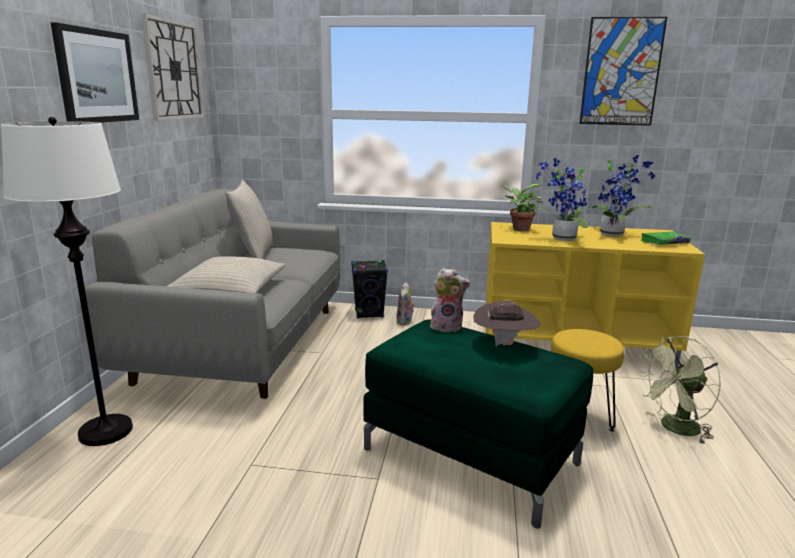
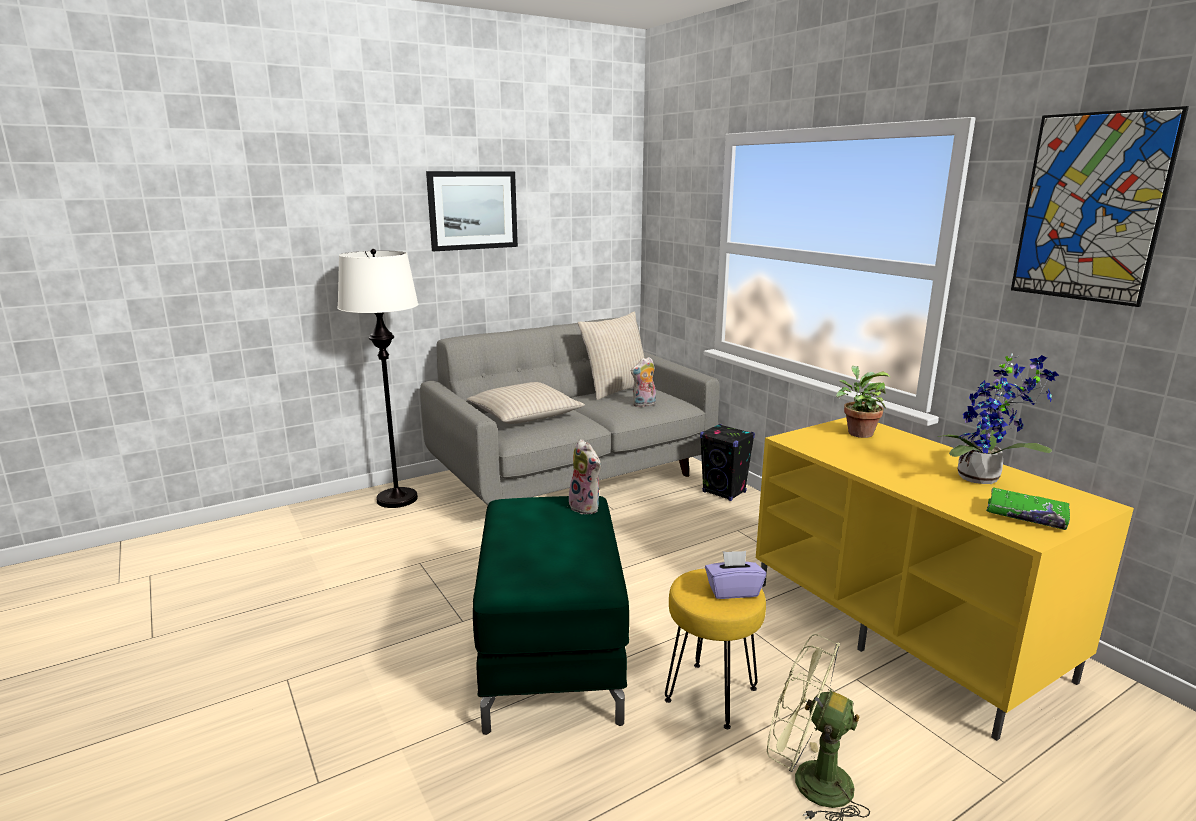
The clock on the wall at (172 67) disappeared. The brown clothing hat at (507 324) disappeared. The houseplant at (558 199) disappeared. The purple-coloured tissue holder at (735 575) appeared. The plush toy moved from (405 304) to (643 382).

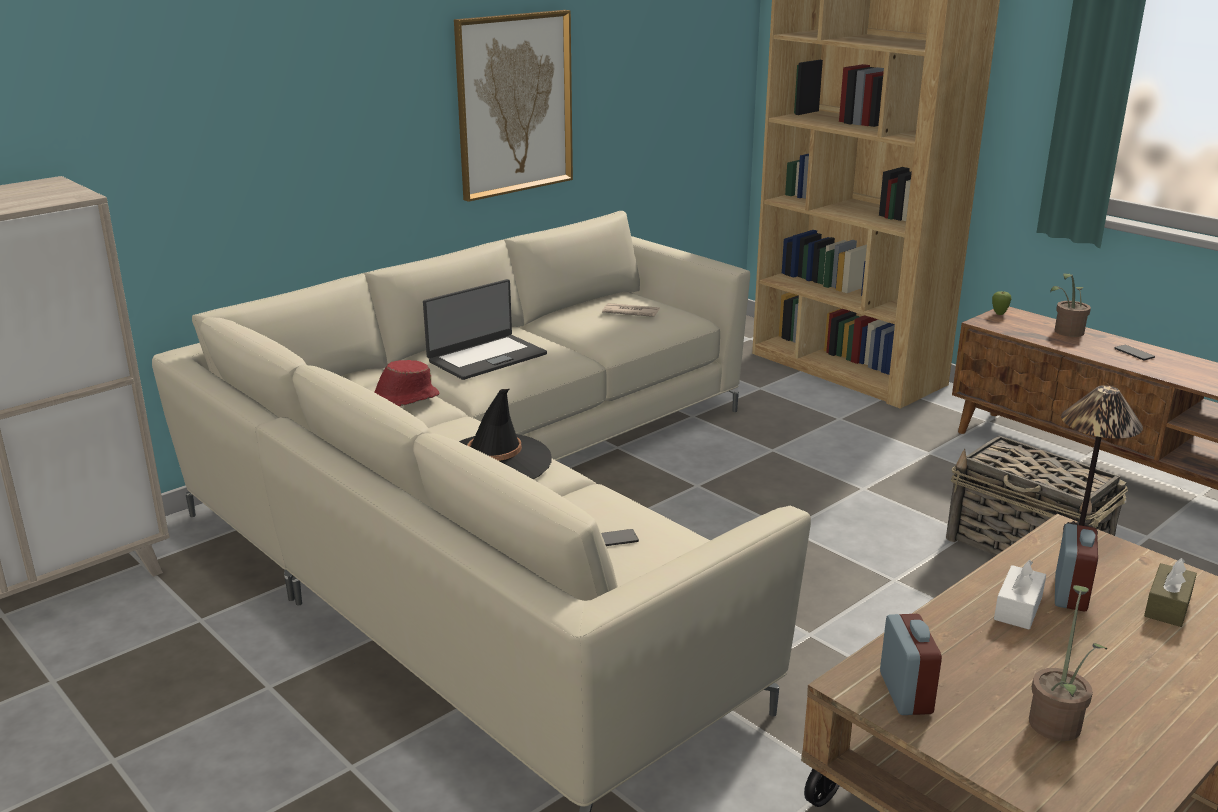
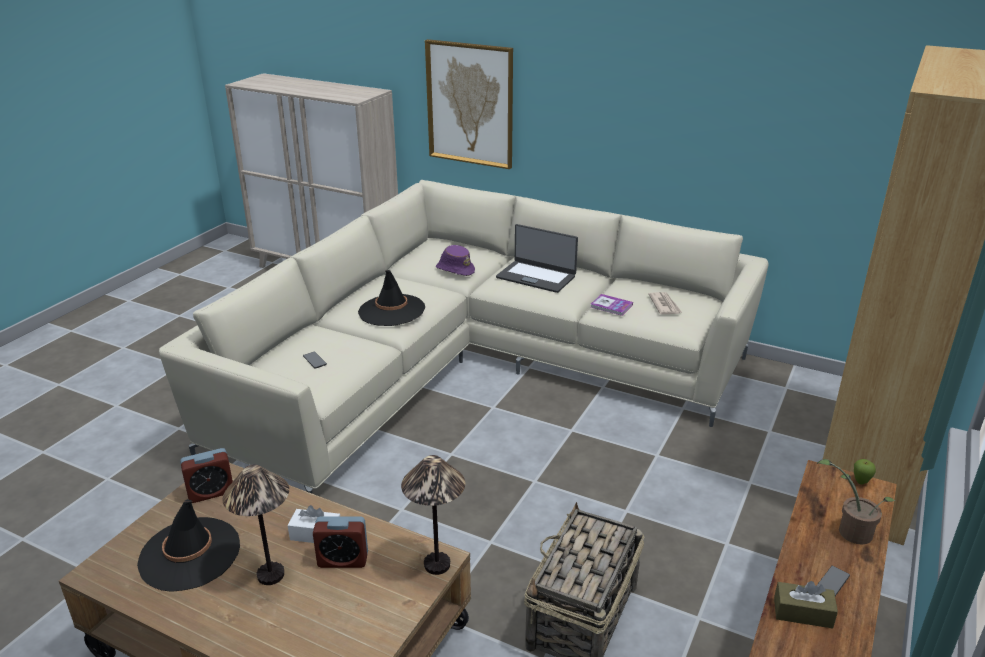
The tabletop lamp at (255 525) appeared. The volume at (612 305) appeared. The wall art moved from (513 106) to (469 104). The brown tissue holder moved from (1170 592) to (806 604). The houseplant at (1068 663) was replaced by the black clothing hat at (188 545). The reddish clothing hat at (406 383) became the purple-coloured clothing hat at (455 260).

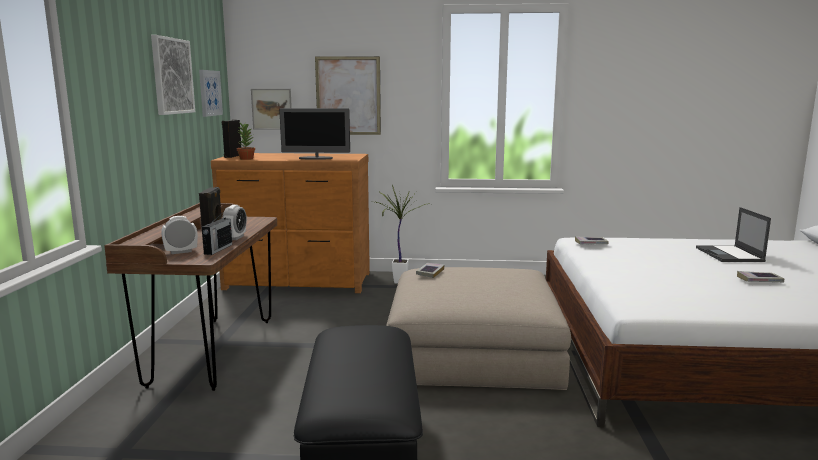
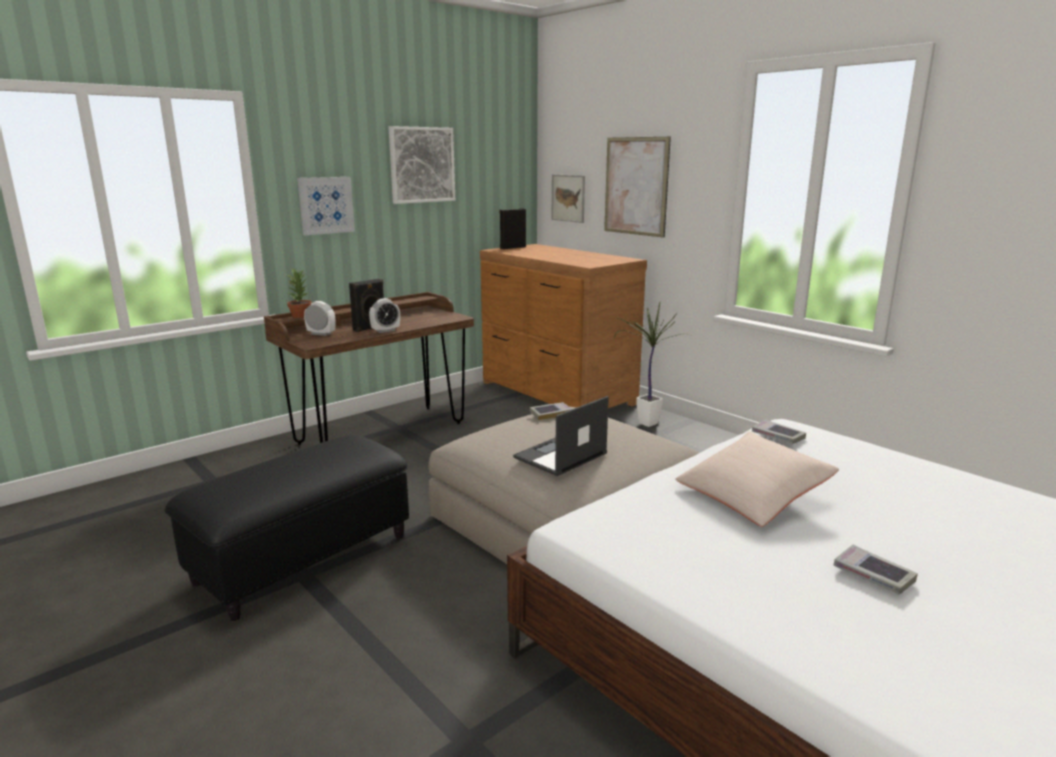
The radio at (217 234) disappeared. The computer display at (314 134) disappeared. The beige-coloured throw pillow at (757 479) appeared. The wall art moved from (211 93) to (326 206). The houseplant moved from (246 140) to (299 293). The laptop moved from (733 234) to (561 436).

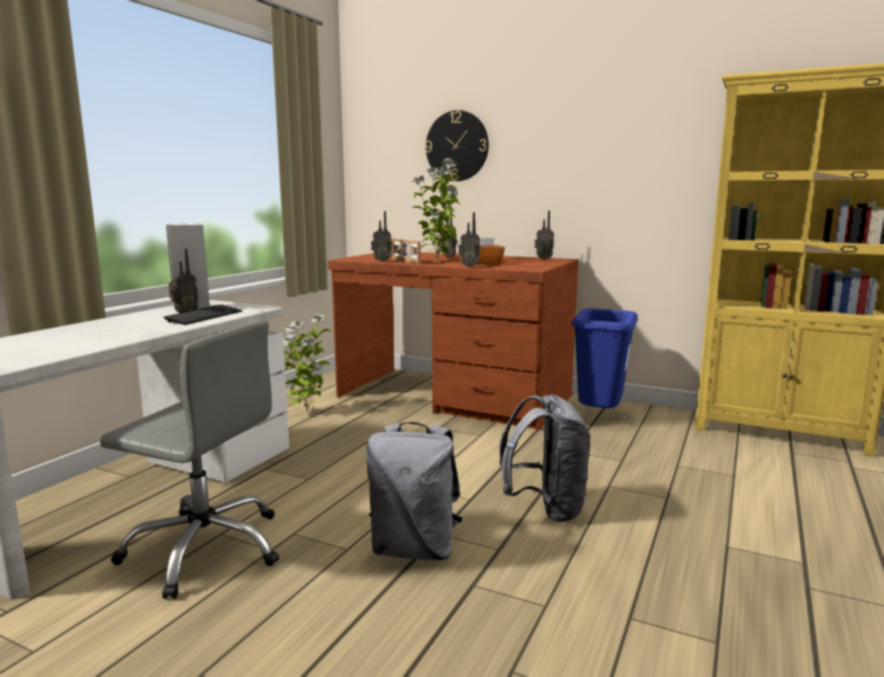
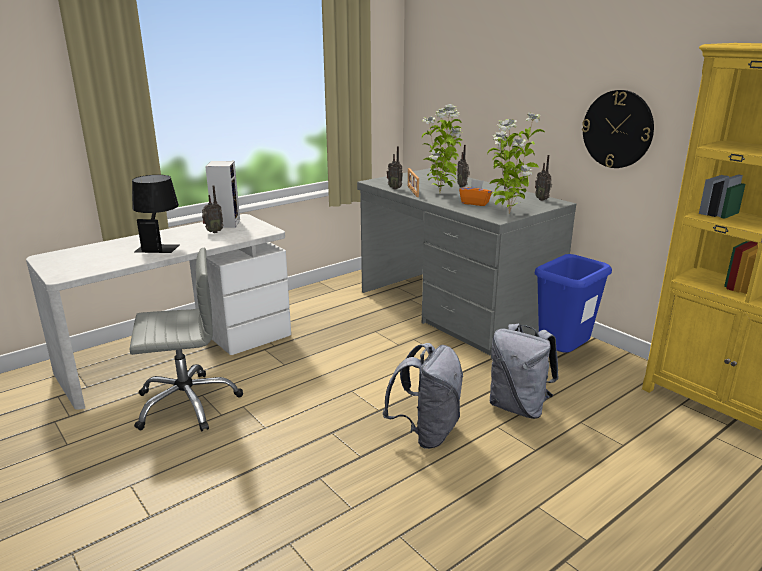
The PC keyboard at (202 314) disappeared. The radio at (469 239) disappeared. The black tabletop lamp at (155 214) appeared. The houseplant moved from (307 363) to (516 163). The gray rucksack moved from (414 491) to (524 371). The clock on the wall moved from (457 145) to (618 129). The brown desk unit at (453 341) became the gray desk unit at (466 263). The gray computer chair at (189 460) turned 60 degrees counterclockwise.

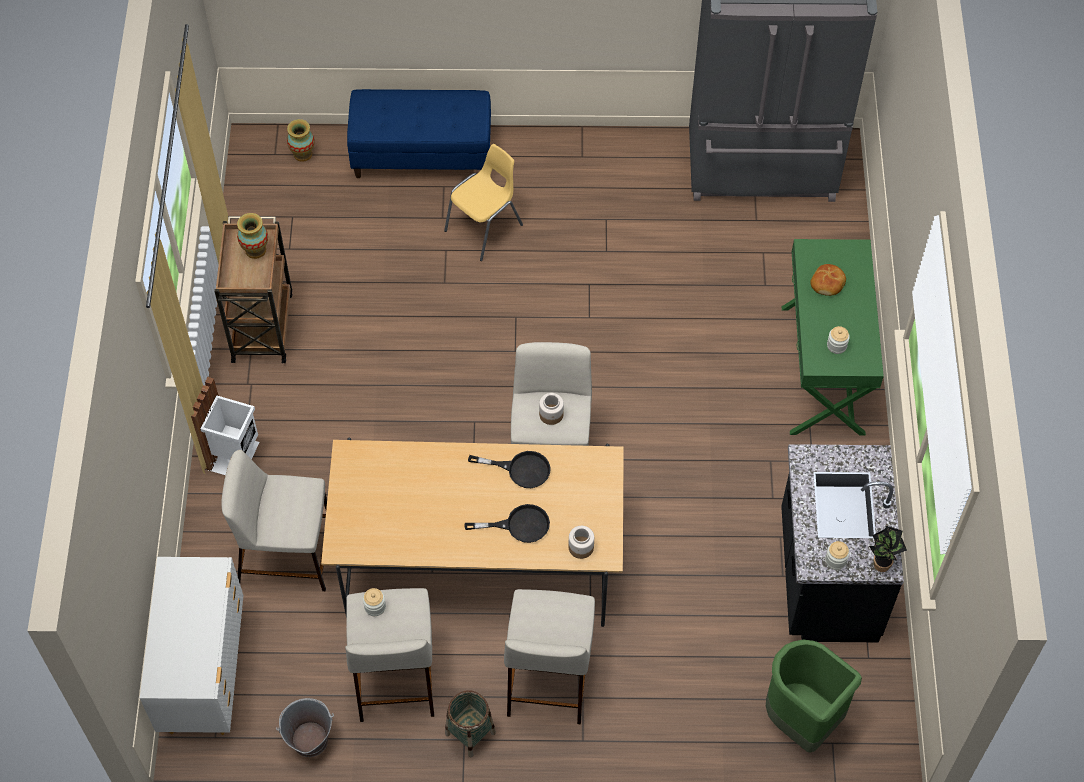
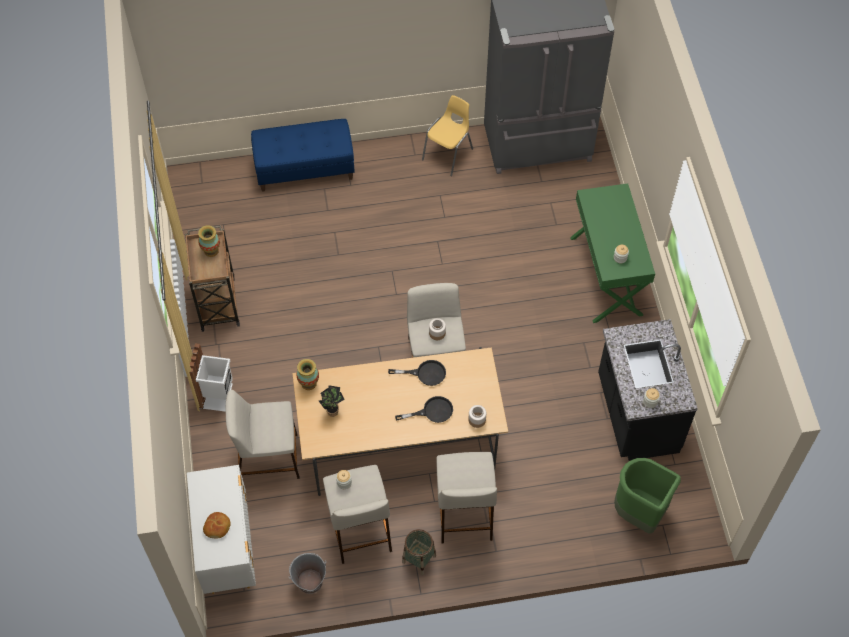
The vase moved from (301 140) to (307 374). The yellow-coloured chair moved from (483 202) to (447 135). The baked bread moved from (828 280) to (217 525). The houseplant moved from (888 549) to (332 401).

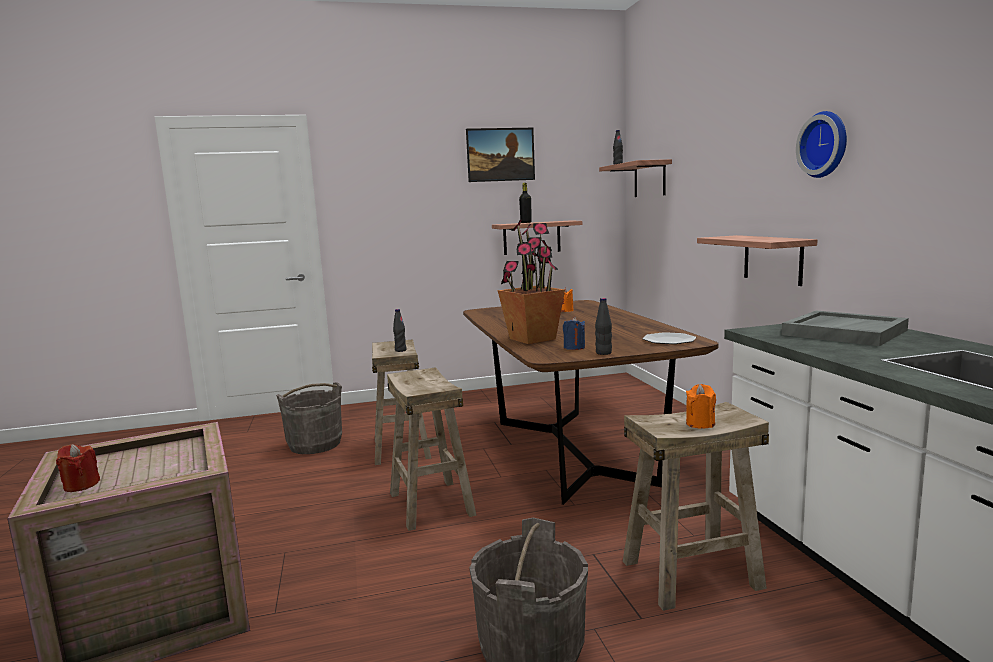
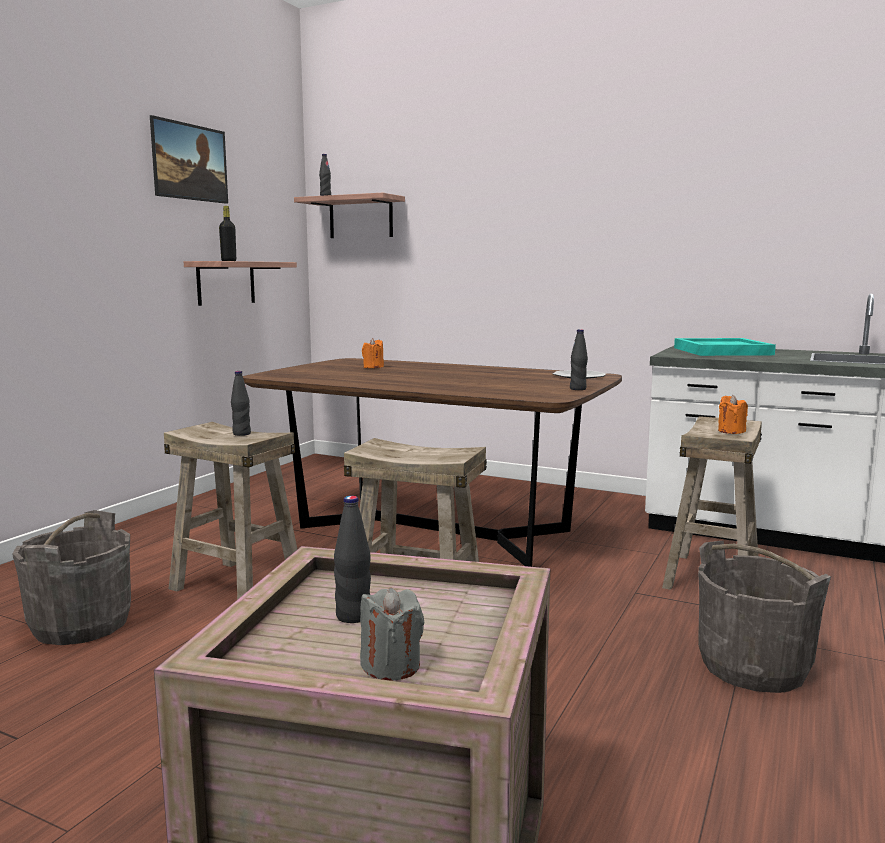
The houseplant at (531 282) disappeared. The blue wax light at (574 333) disappeared. The wall shelf at (757 260) disappeared. The clock on the wall at (821 144) disappeared. The black drink bottle at (352 559) appeared. The reddish wax light at (78 468) became the gray wax light at (392 634). The gray tray at (845 328) became the turquoise-coloured tray at (725 347).

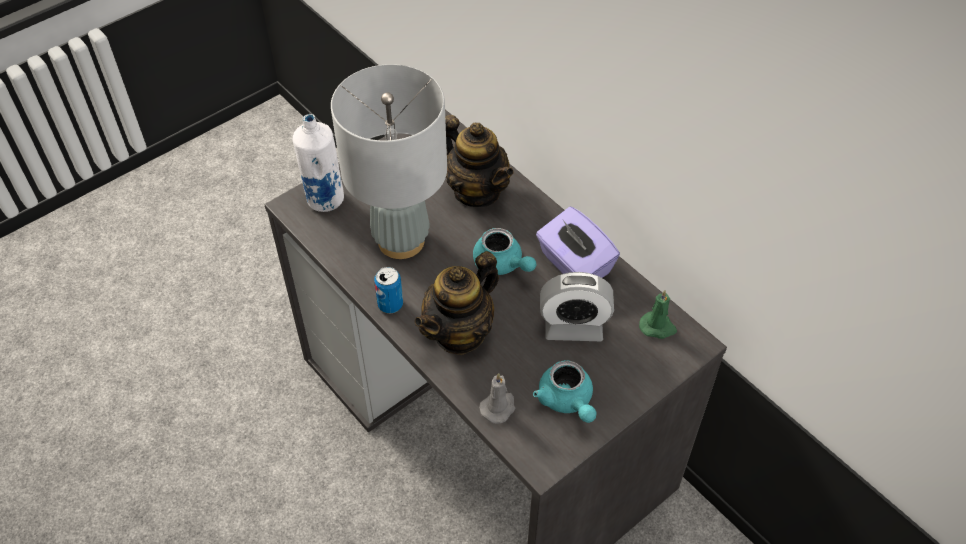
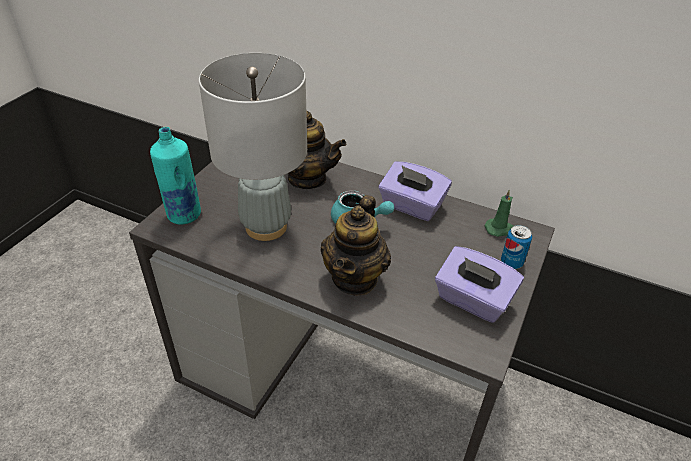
The gray wax light at (497 398) disappeared. The alarm clock at (577 306) disappeared. The metal can moved from (388 290) to (516 247). The turquoise-coloured teapot at (565 391) was replaced by the purple-coloured tissue holder at (479 284). The white-coloured drink bottle at (318 163) became the turquoise-coloured drink bottle at (175 176).

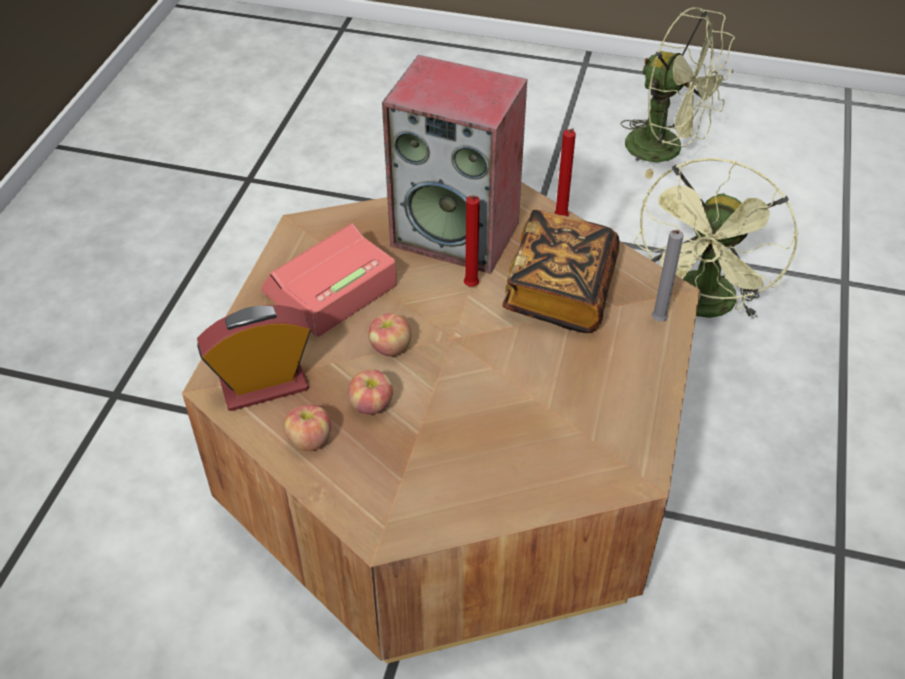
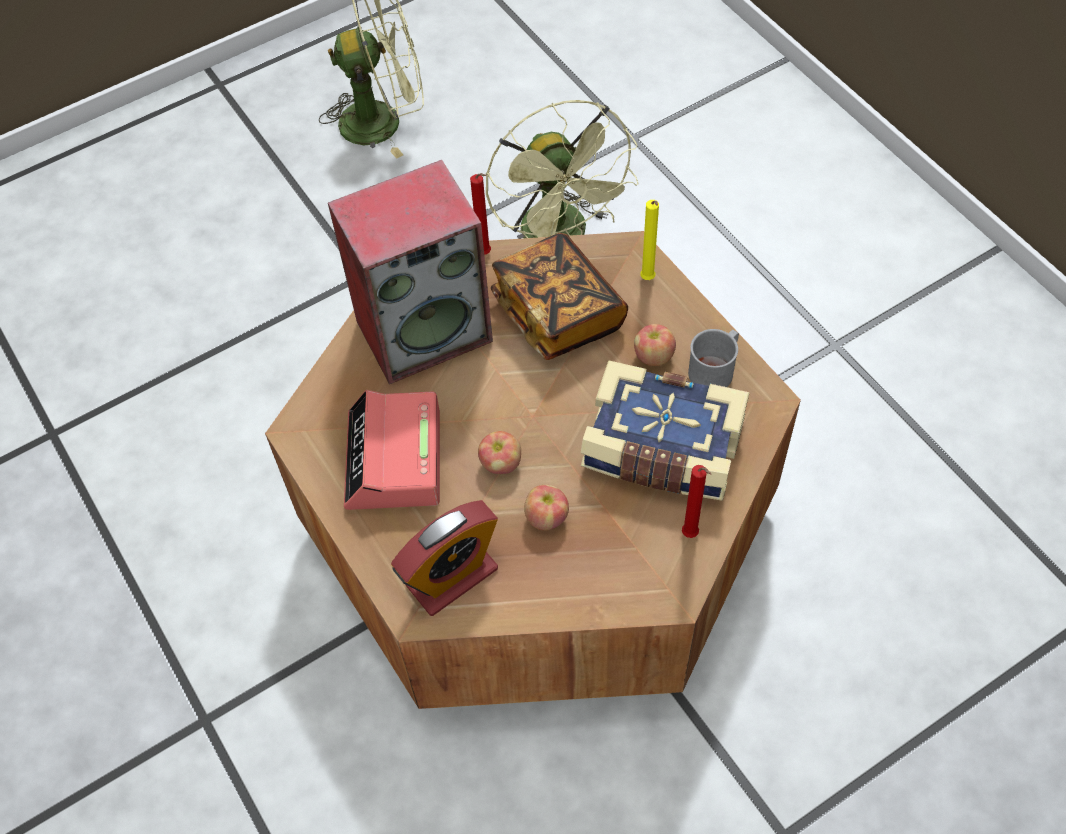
The volume at (665 430) appeared. The gray mug at (713 358) appeared. The whole apple moved from (307 428) to (655 345). The reddish wax light moved from (472 241) to (696 501). The gray wax light at (668 275) became the yellow-coloured wax light at (649 240). The alarm clock at (254 358) turned 150 degrees counterclockwise.

